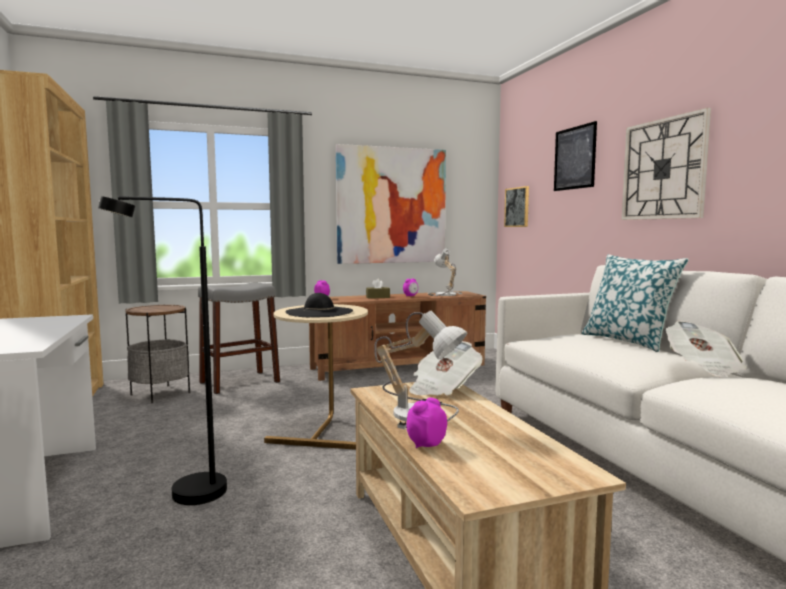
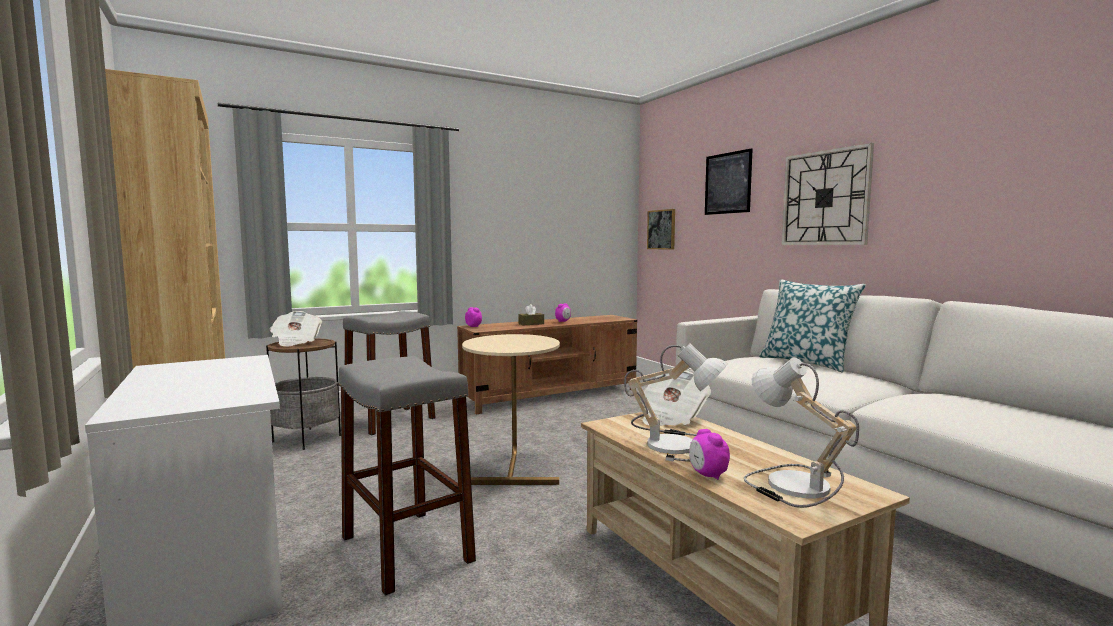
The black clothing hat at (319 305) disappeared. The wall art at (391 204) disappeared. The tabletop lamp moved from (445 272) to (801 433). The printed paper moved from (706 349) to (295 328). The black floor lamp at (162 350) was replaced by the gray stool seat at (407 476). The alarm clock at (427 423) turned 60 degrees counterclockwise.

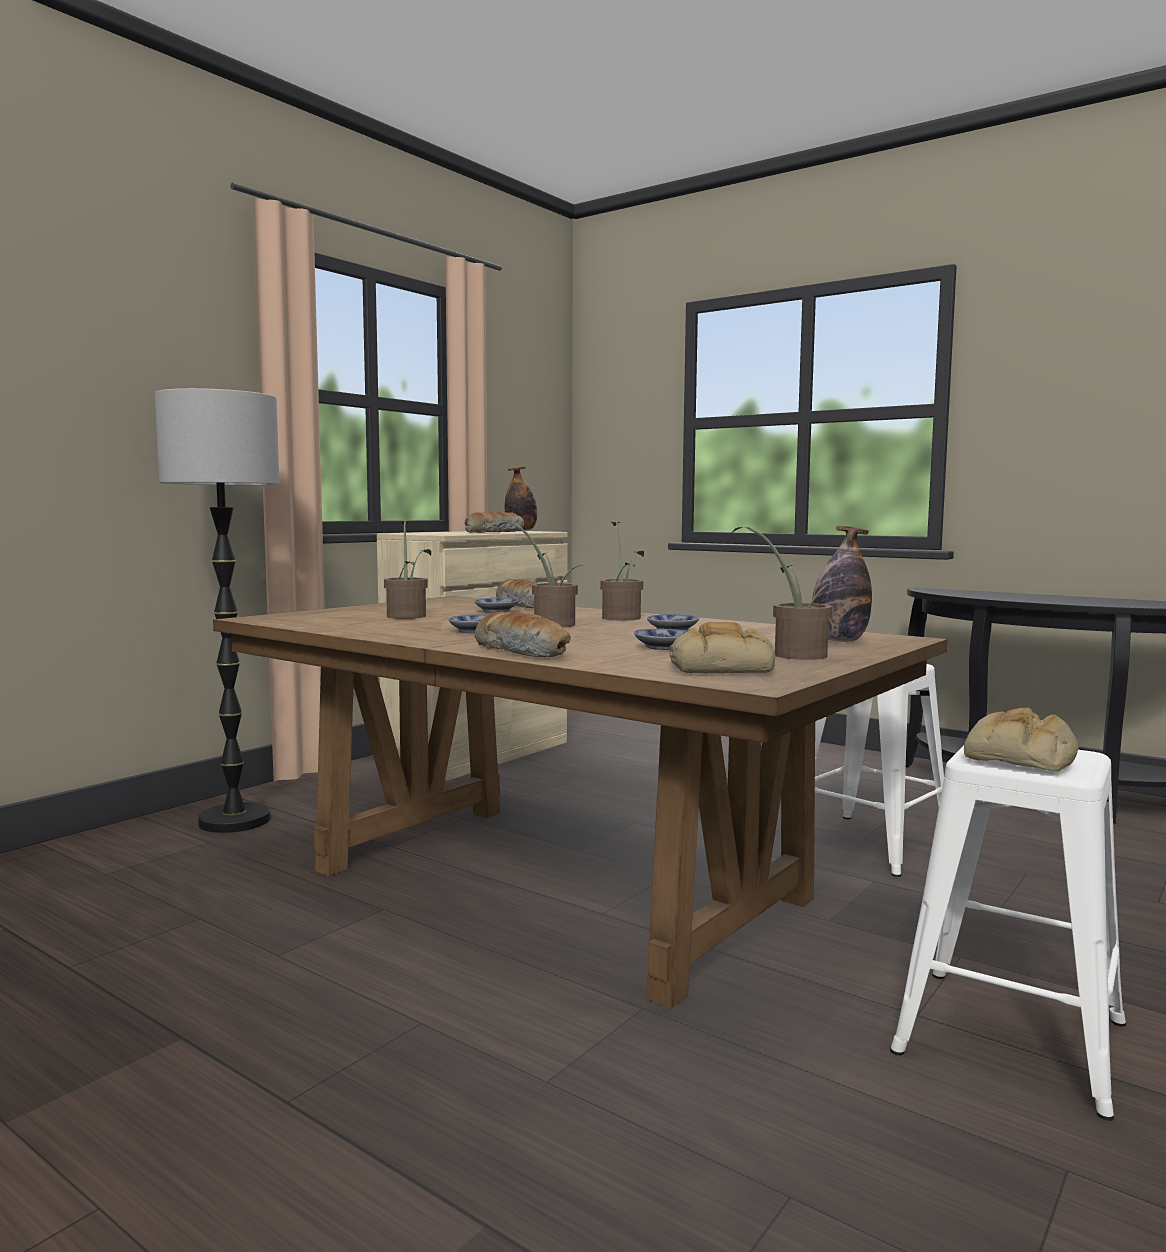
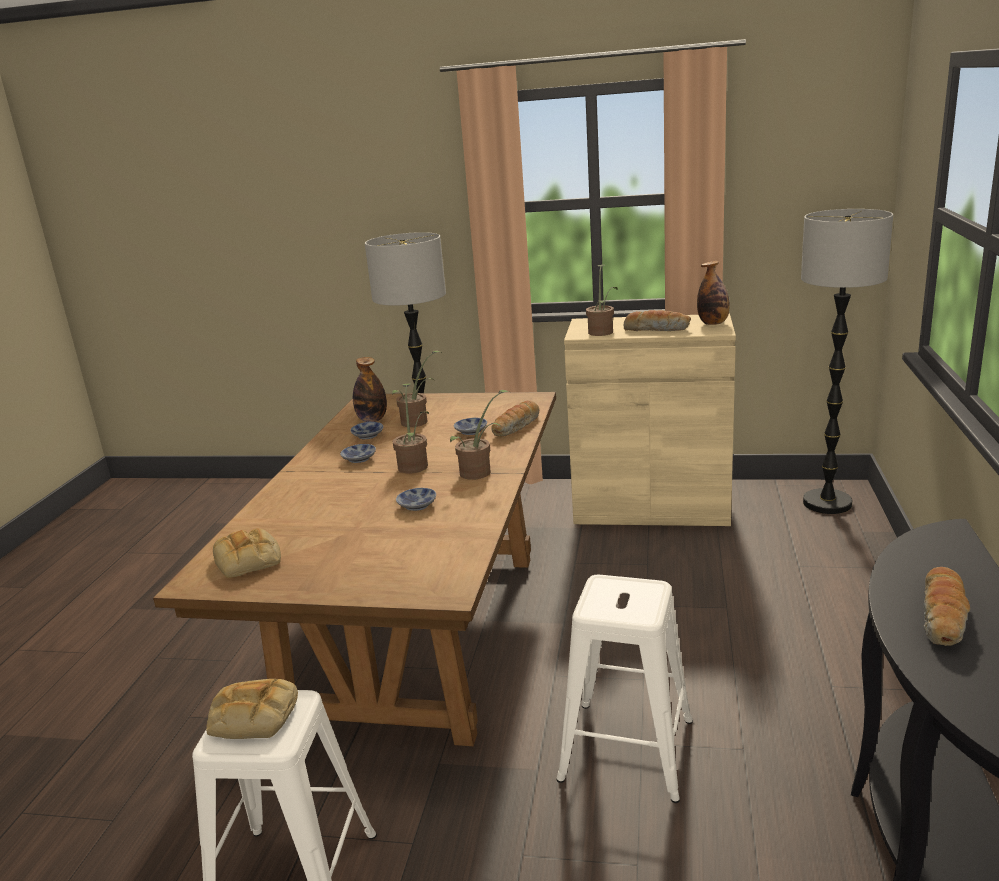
The floor lamp at (847 361) appeared. The baked bread moved from (523 634) to (946 606). The deep dish moved from (660 639) to (367 430). The houseplant moved from (788 593) to (602 300). The drink bottle moved from (842 584) to (370 389).

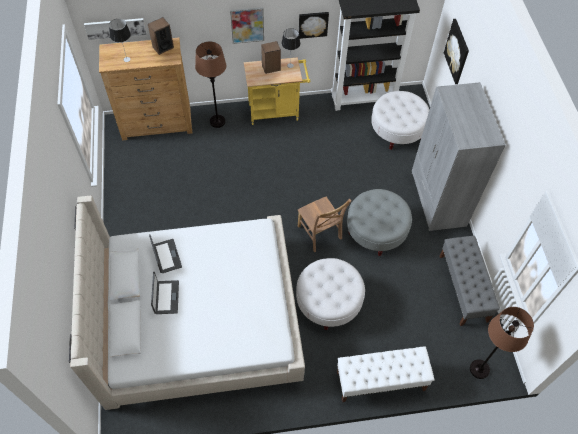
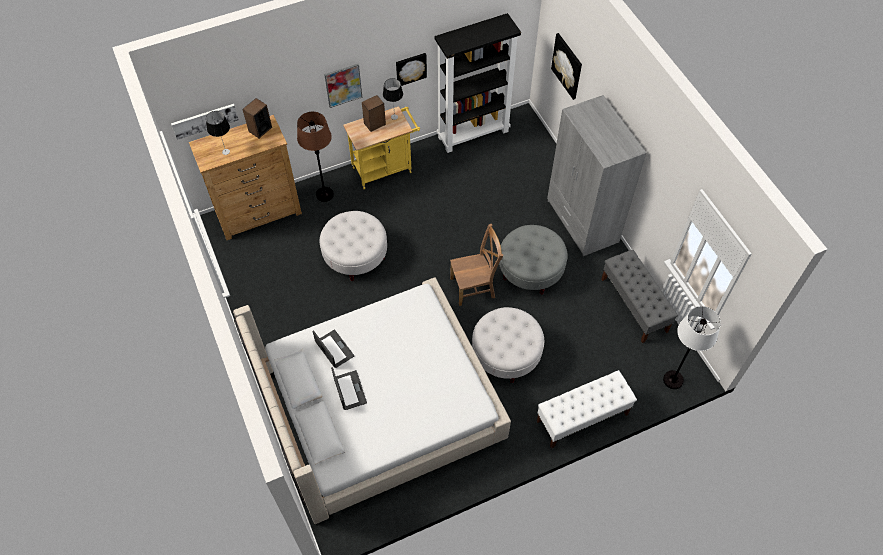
The white-coloured footrest moved from (400 120) to (353 246). The brown floor lamp at (502 343) became the white-coloured floor lamp at (692 347). The brown chair at (325 224) turned 60 degrees counterclockwise.

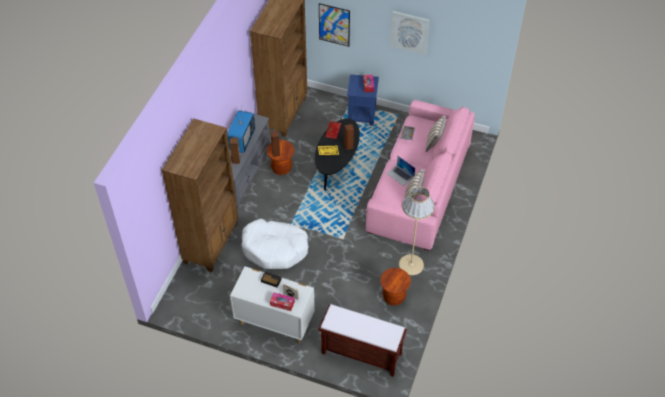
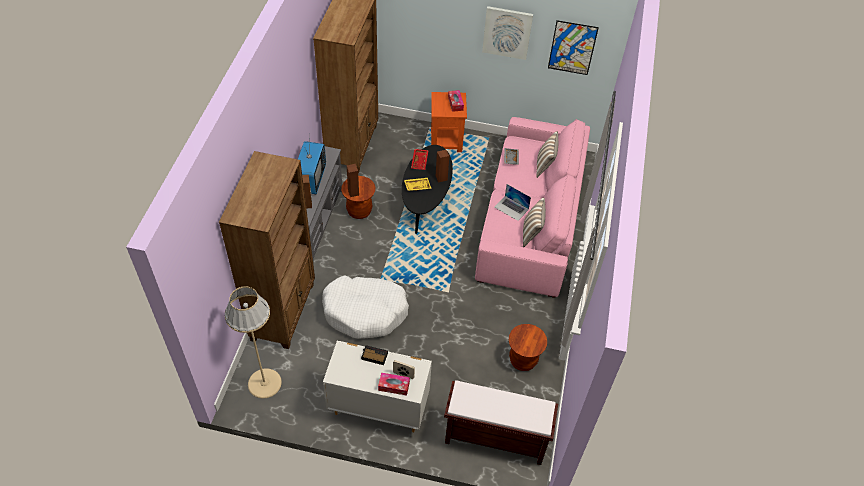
The wall art moved from (334 25) to (573 47). The beige-coloured floor lamp moved from (416 230) to (253 342). The blue side table at (363 100) became the orange-coloured side table at (449 122).

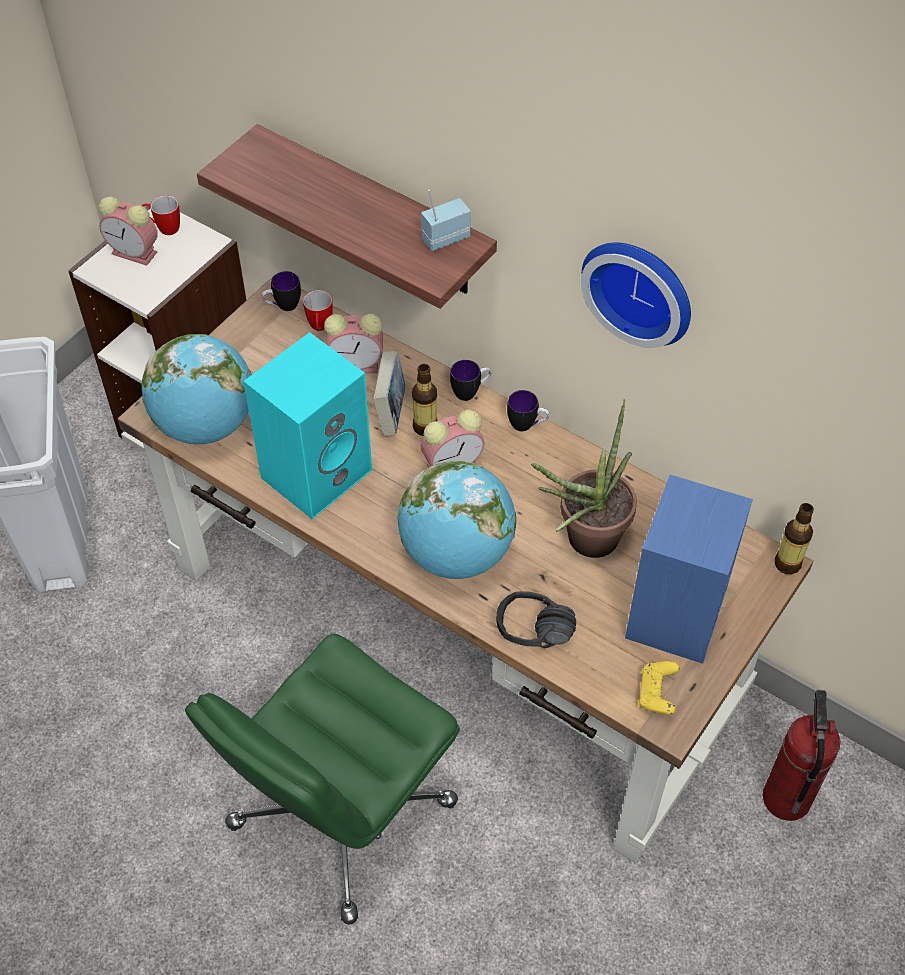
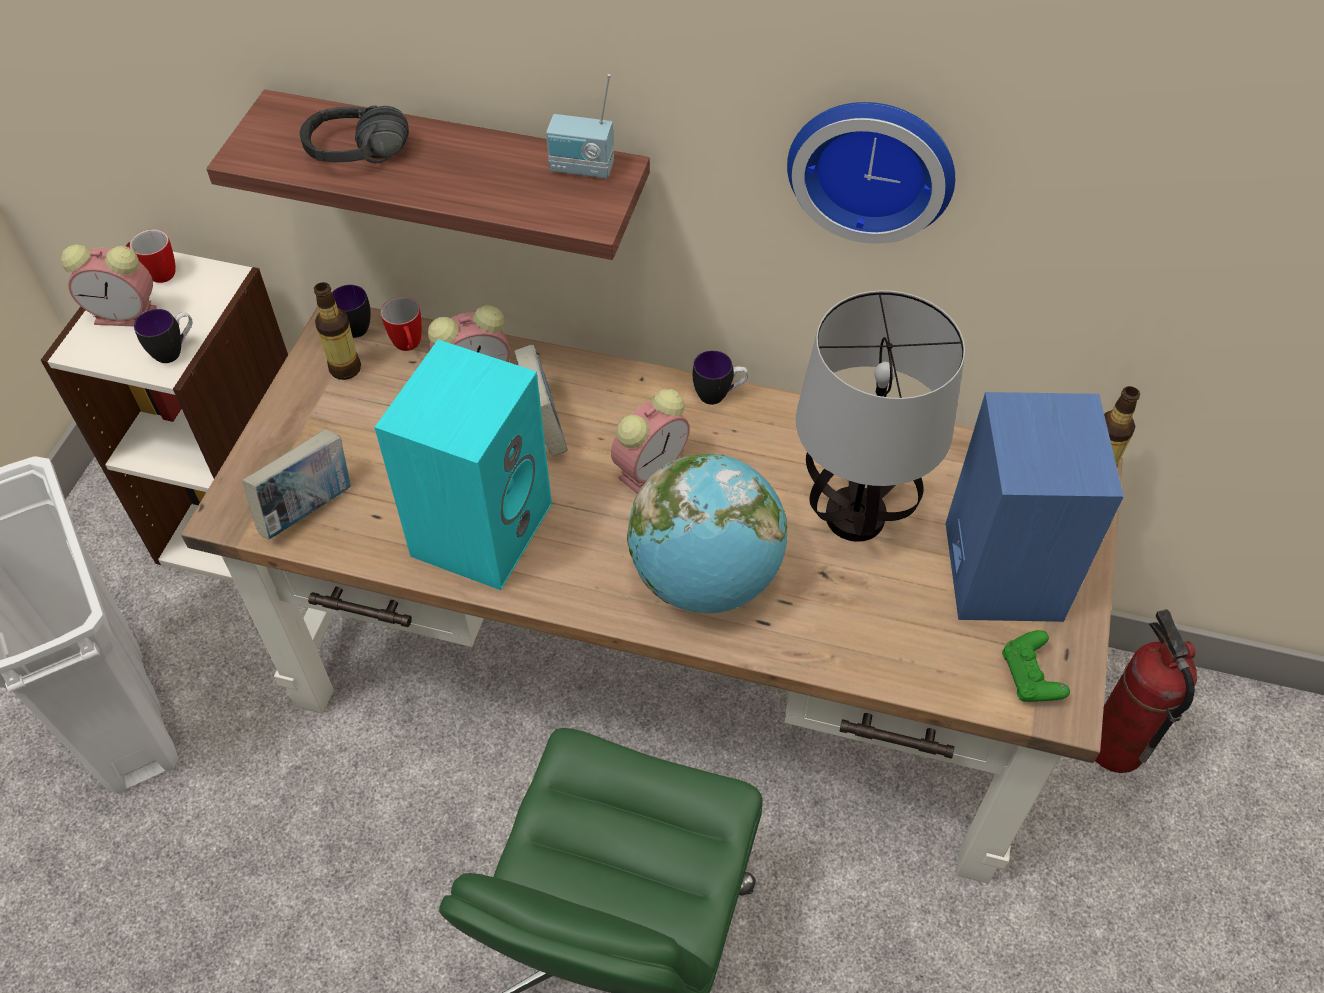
The drink bottle moved from (424 400) to (337 331). The mug moved from (470 380) to (163 336). The black headset moved from (536 619) to (354 134). The desk globe at (196 389) was replaced by the volume at (296 484). The houseplant at (584 478) was replaced by the tabletop lamp at (880 416). The yellow-coloured game controller at (659 688) became the green game controller at (1036 666). The radio at (446 220) turned 120 degrees counterclockwise.

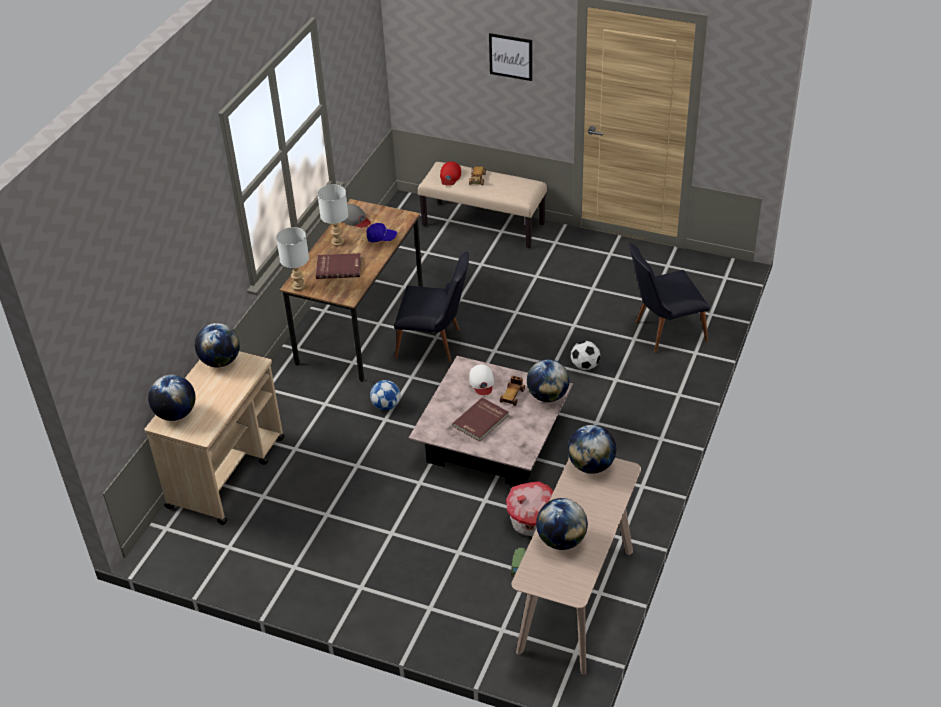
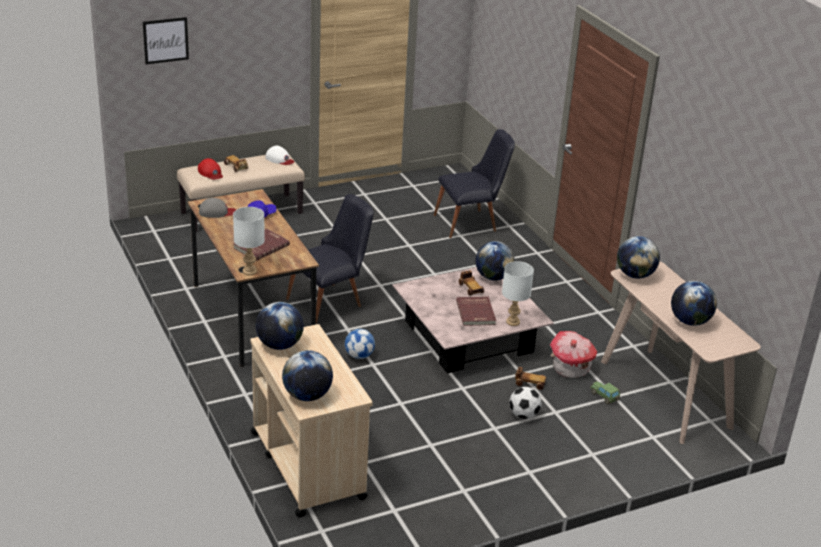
The toy car at (530 378) appeared. The white-coloured tabletop lamp moved from (332 215) to (518 293). The white-coloured baseball cap moved from (481 379) to (280 155). The wall art moved from (510 57) to (166 40). The football moved from (585 355) to (525 403). The black chair at (669 298) turned 135 degrees counterclockwise.

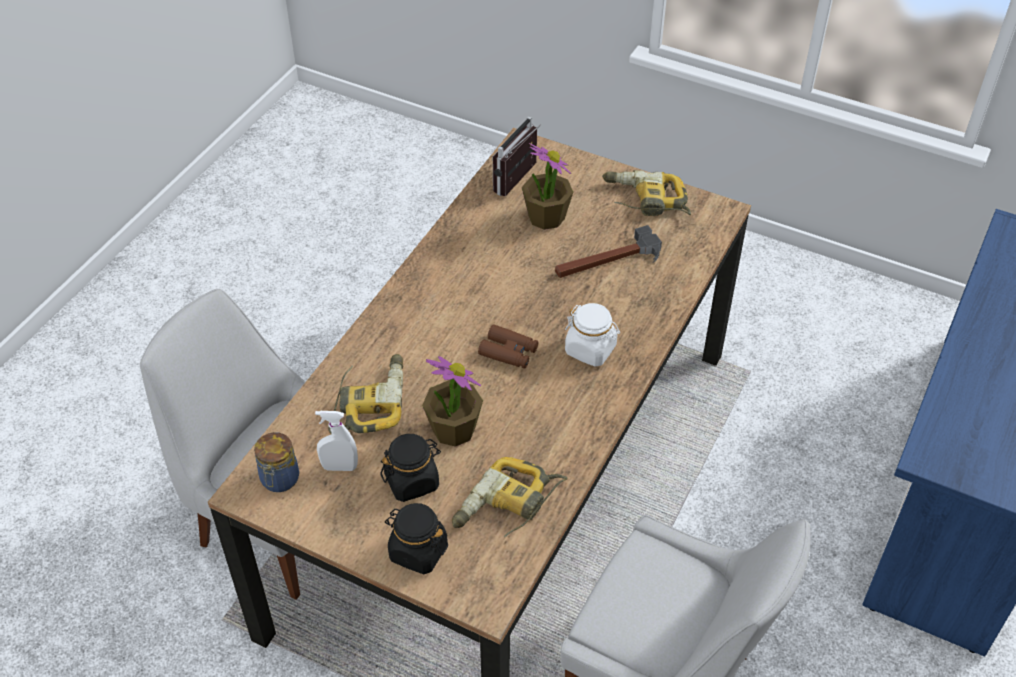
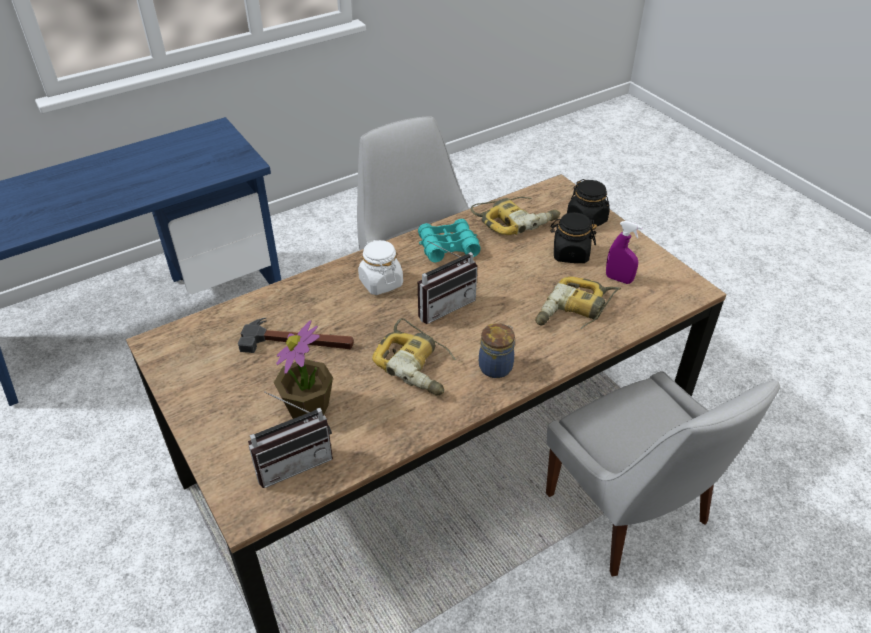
The houseplant at (452 401) disappeared. The turquoise-coloured field glasses at (449 240) appeared. The storage jar moved from (276 462) to (497 350). The electric drill moved from (646 193) to (414 357). The brown field glasses at (508 347) was replaced by the radio at (447 282). The white-coloured spray bottle at (336 441) became the purple-coloured spray bottle at (624 252).

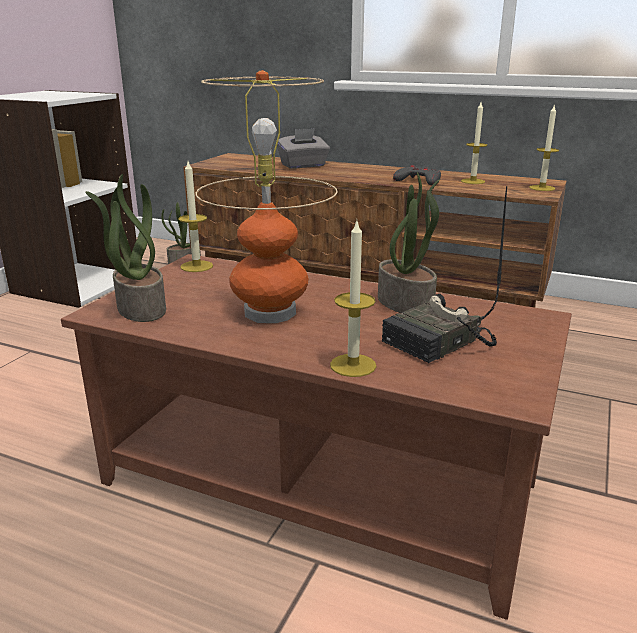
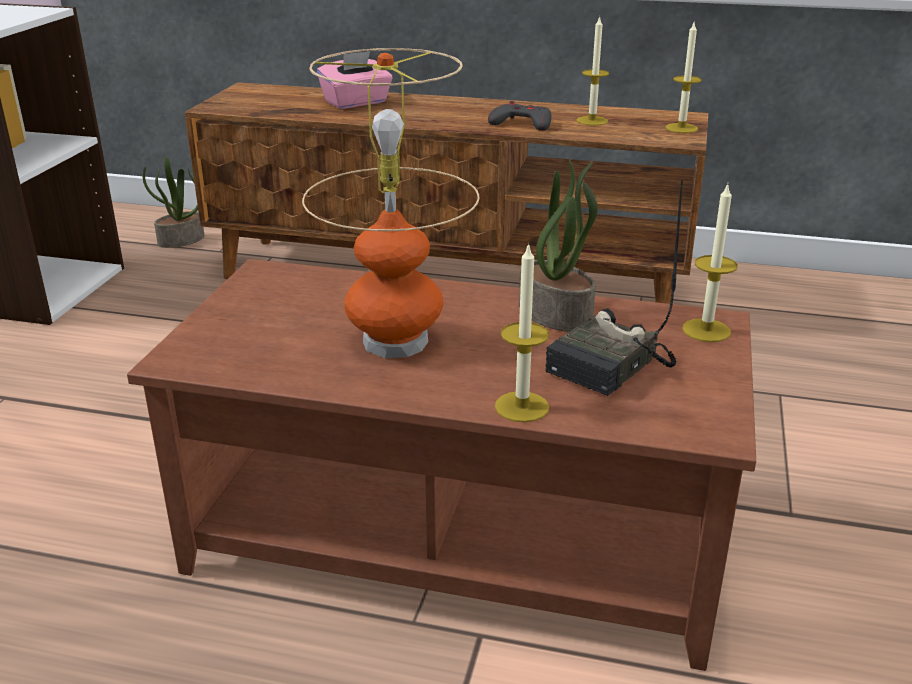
The houseplant at (125 248) disappeared. The wax light moved from (195 216) to (710 262). The gray tissue holder at (303 148) became the pink tissue holder at (354 80).

